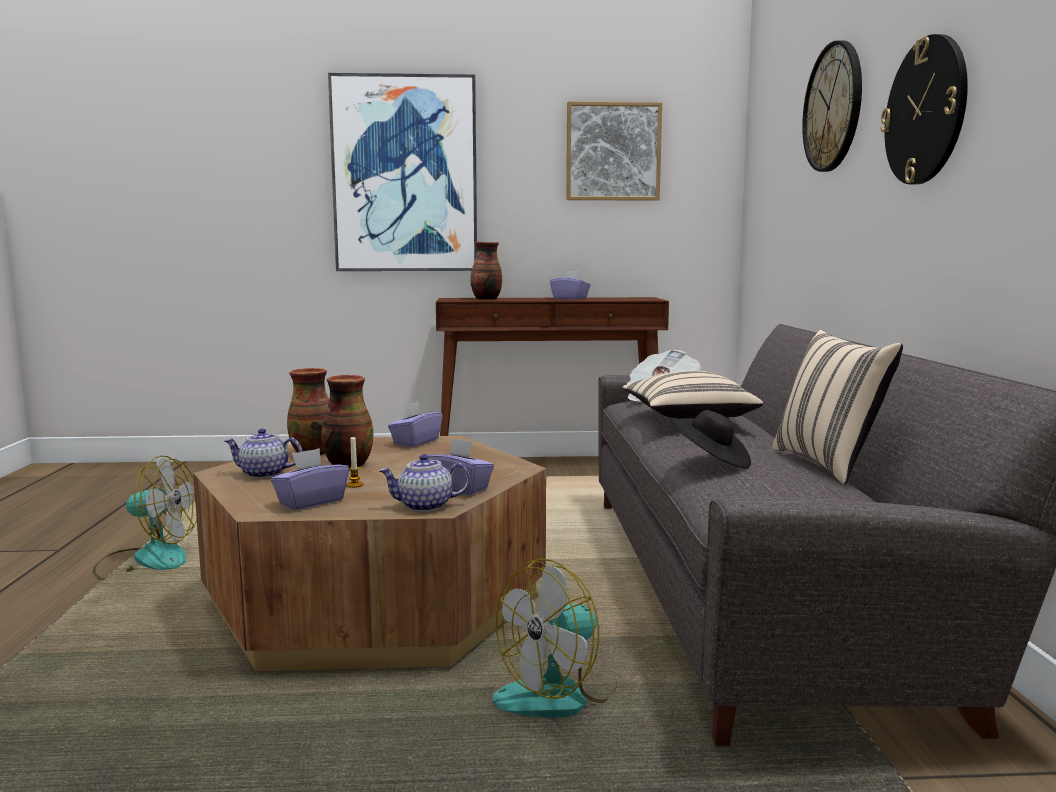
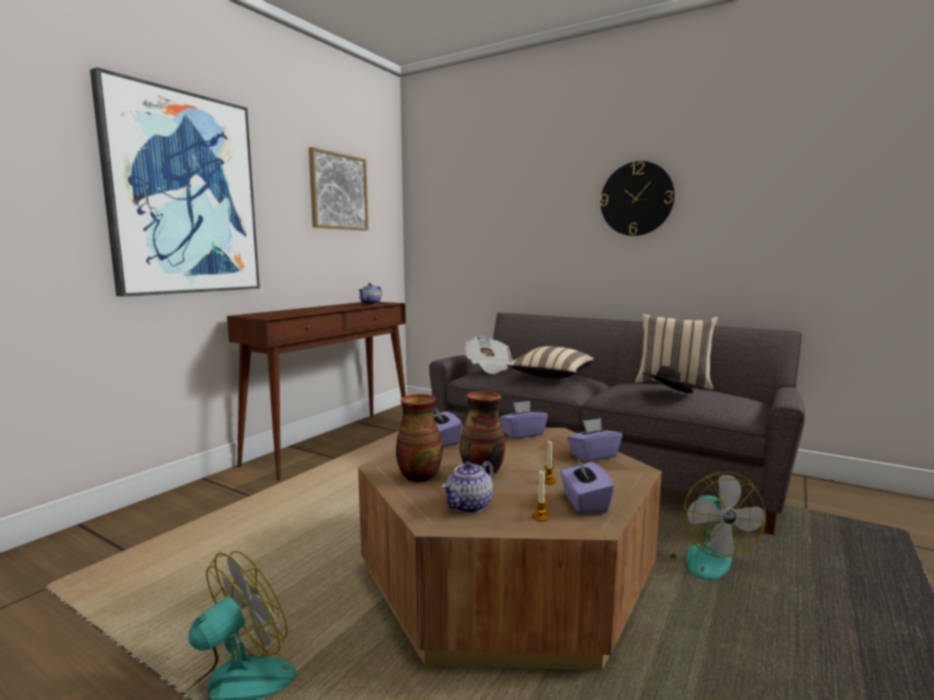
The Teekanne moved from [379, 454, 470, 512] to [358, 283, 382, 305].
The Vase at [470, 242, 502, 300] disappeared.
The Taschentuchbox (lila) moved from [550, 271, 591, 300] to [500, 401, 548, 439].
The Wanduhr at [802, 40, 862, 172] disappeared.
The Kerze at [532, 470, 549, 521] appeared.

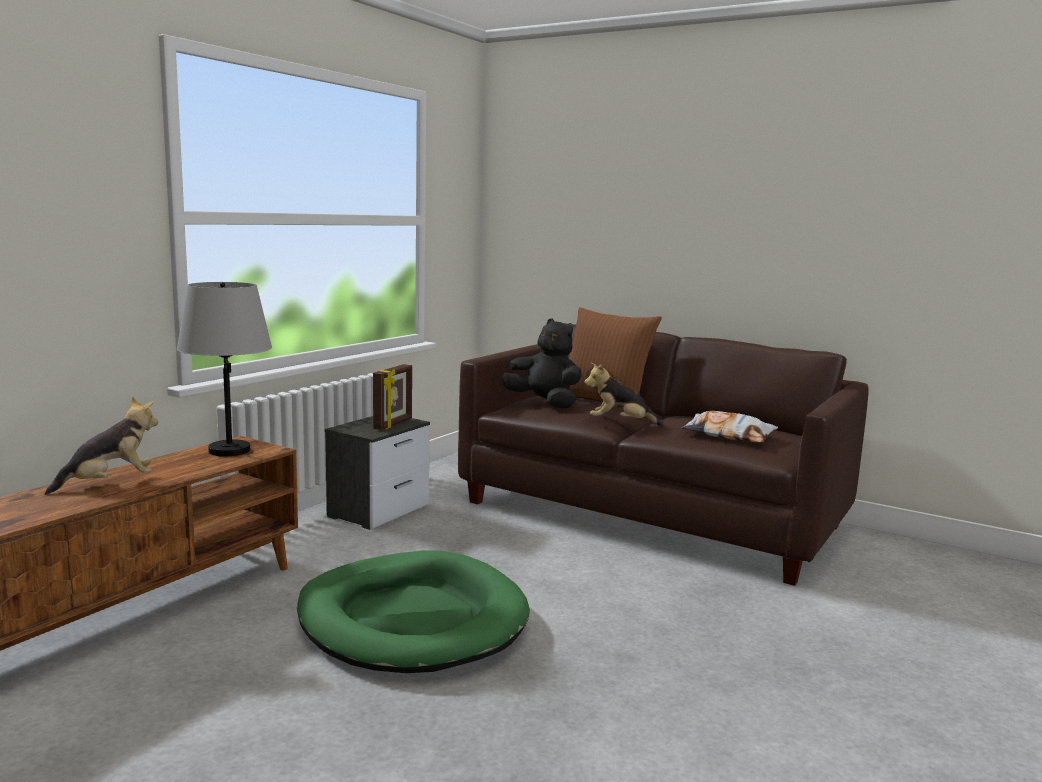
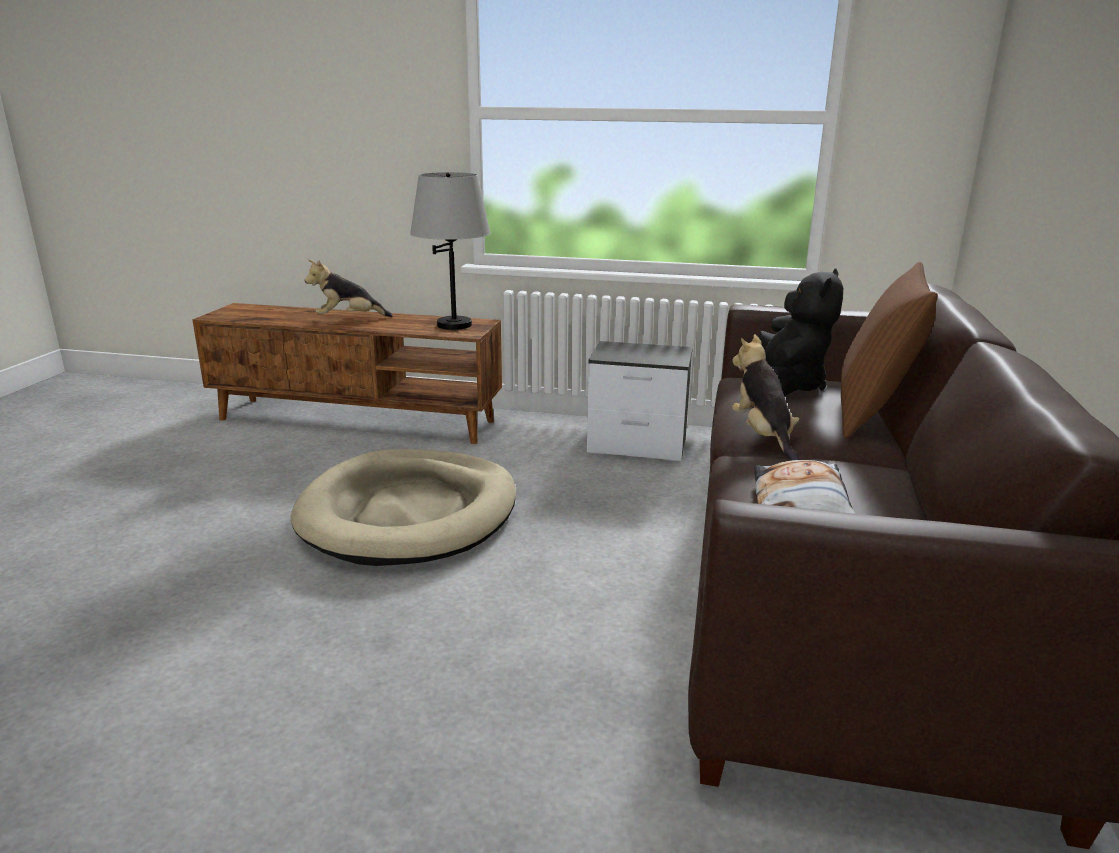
The Plüschtier at [45, 397, 158, 495] turned 135 degrees clockwise.
The Hundebett (grün) at [297, 550, 530, 673] became the Hundebett (beige) at [291, 449, 516, 566].
The Bilderrahmen at [373, 364, 412, 430] disappeared.

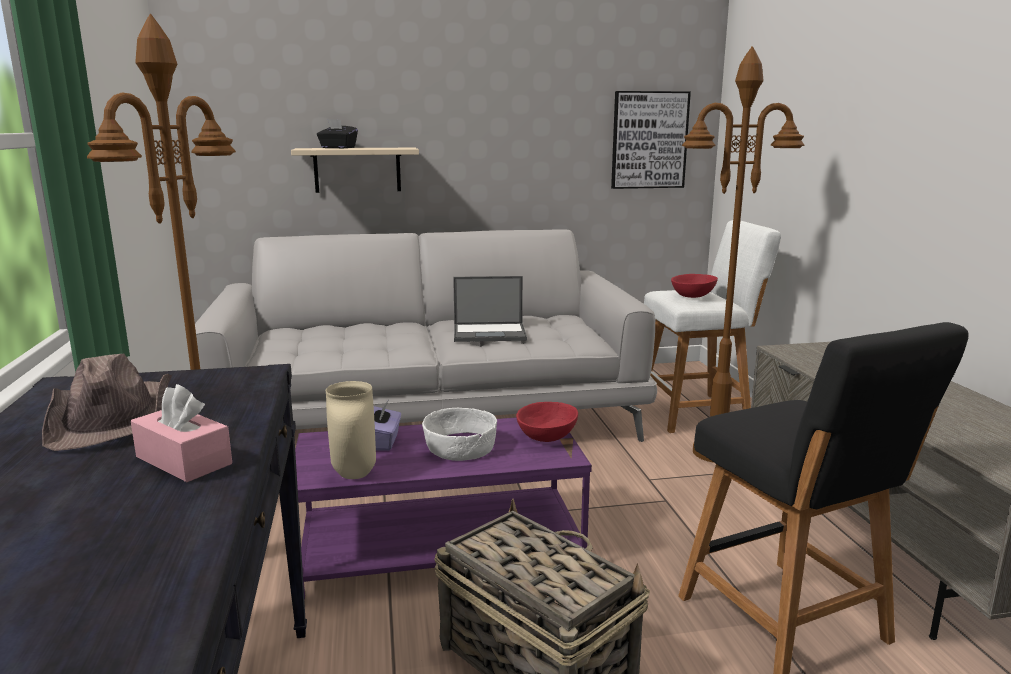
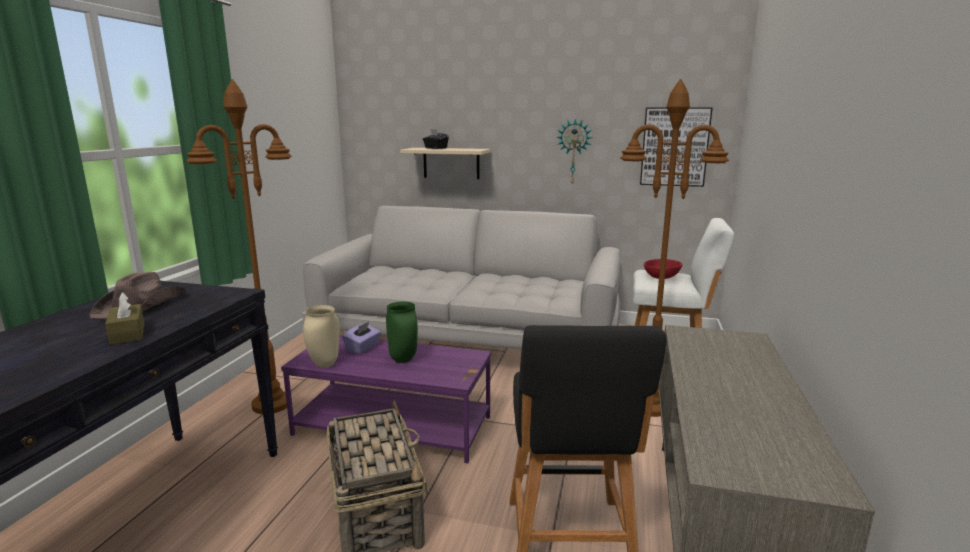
The Taschentuchbox (rosa) at [131, 384, 232, 482] became the Taschentuchbox (braun) at [105, 292, 144, 345].
The Schüssel (weiß) at [422, 408, 497, 461] was replaced by the Vase (grün) at [386, 302, 418, 363].
The Laptop at [453, 276, 527, 342] disappeared.
The Schüssel (rot) at [516, 402, 578, 442] disappeared.
The Wanduhr at [556, 118, 593, 184] appeared.

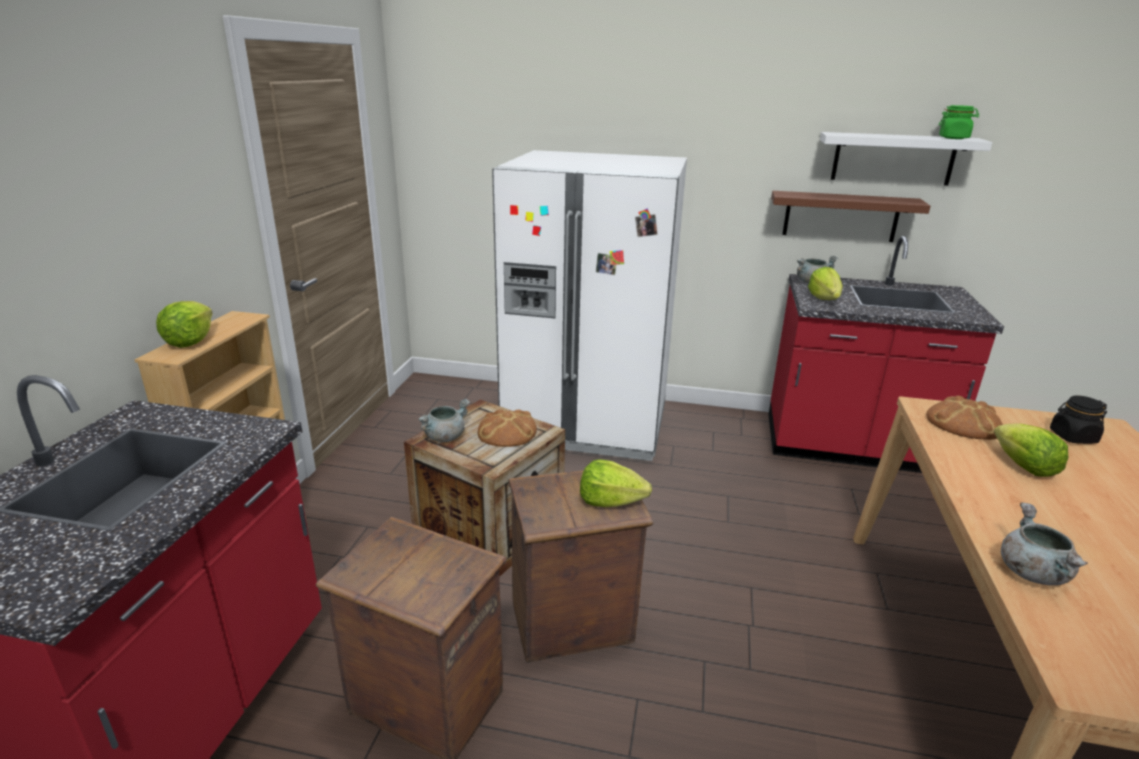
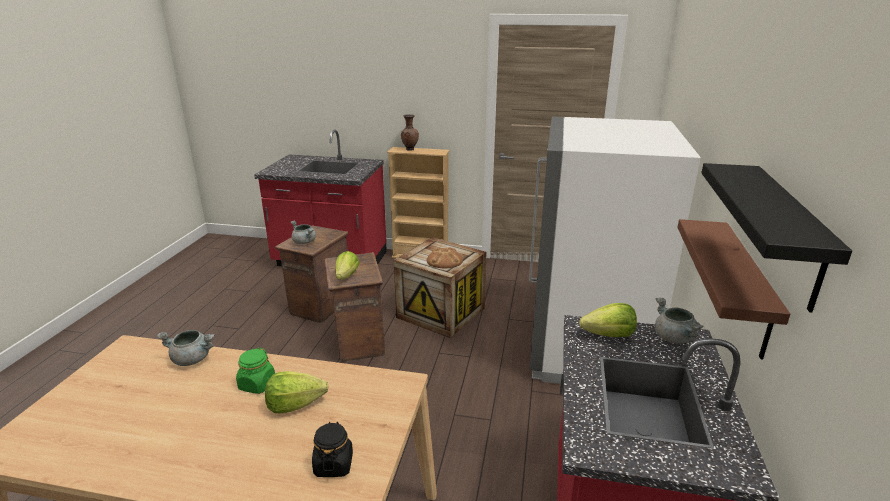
The Salatkopf at [156, 301, 213, 348] was replaced by the Vase (braun) at [401, 114, 419, 150].
The Kochtopf (grau) moved from [418, 399, 470, 442] to [291, 221, 316, 244].
The Wandregal (weiß) at [820, 132, 993, 186] became the Wandregal (schwarz) at [701, 163, 852, 312].
The Brot at [926, 395, 1003, 440] disappeared.
The Vorratsglas (grün) moved from [938, 105, 979, 139] to [236, 348, 275, 394].

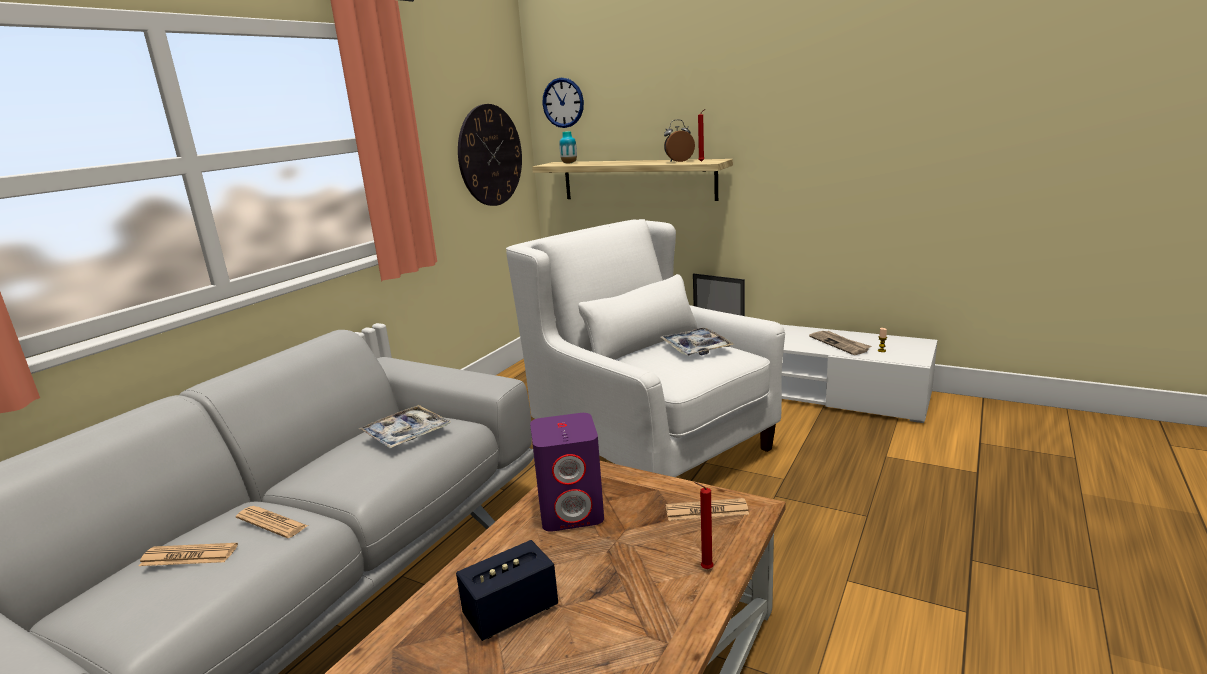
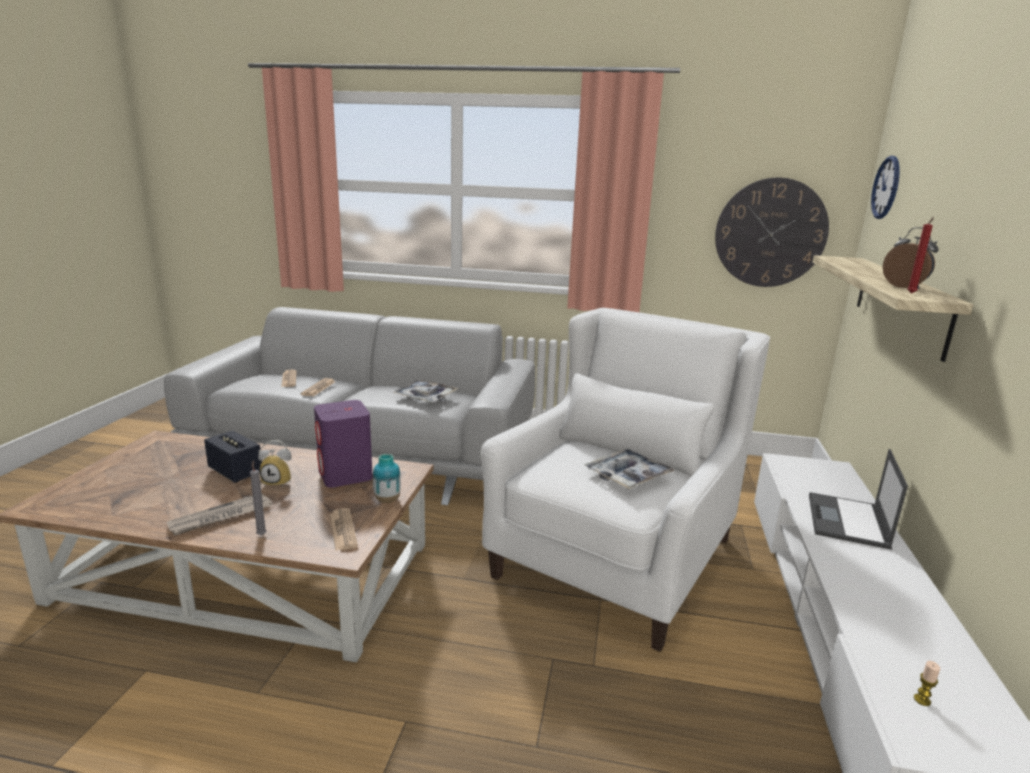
The Vase moved from [559, 131, 577, 164] to [373, 454, 401, 503].
The Kerze (rot) at [694, 482, 714, 569] became the Kerze (grau) at [250, 461, 266, 535].
The Zeitung moved from [809, 331, 871, 355] to [167, 493, 272, 536].
The Wecker at [258, 440, 291, 487] appeared.

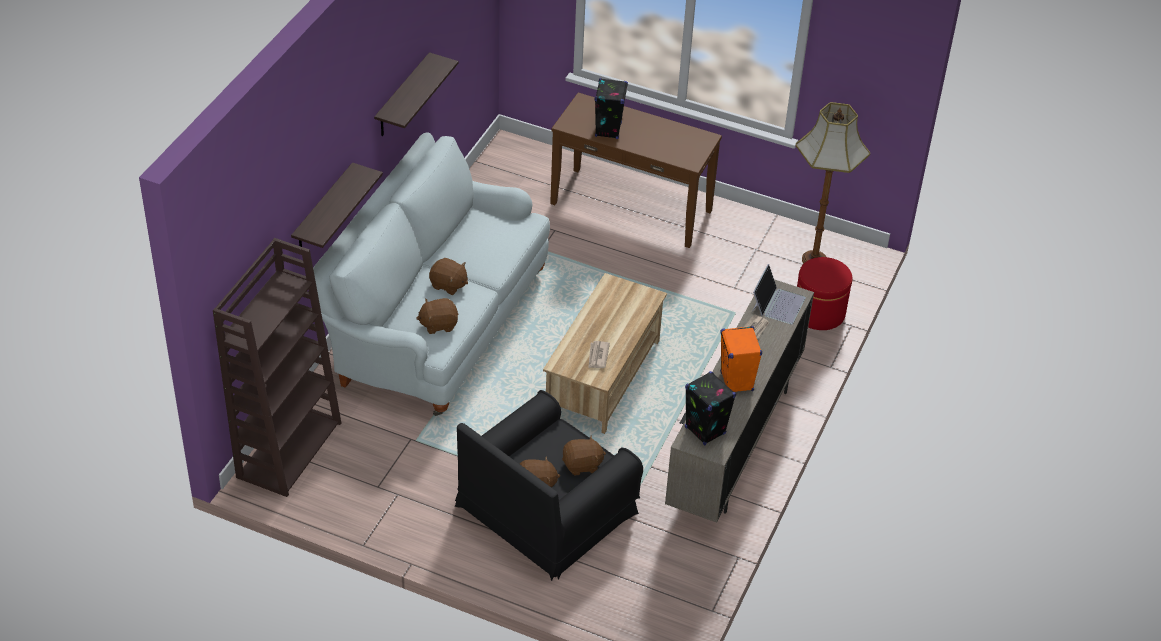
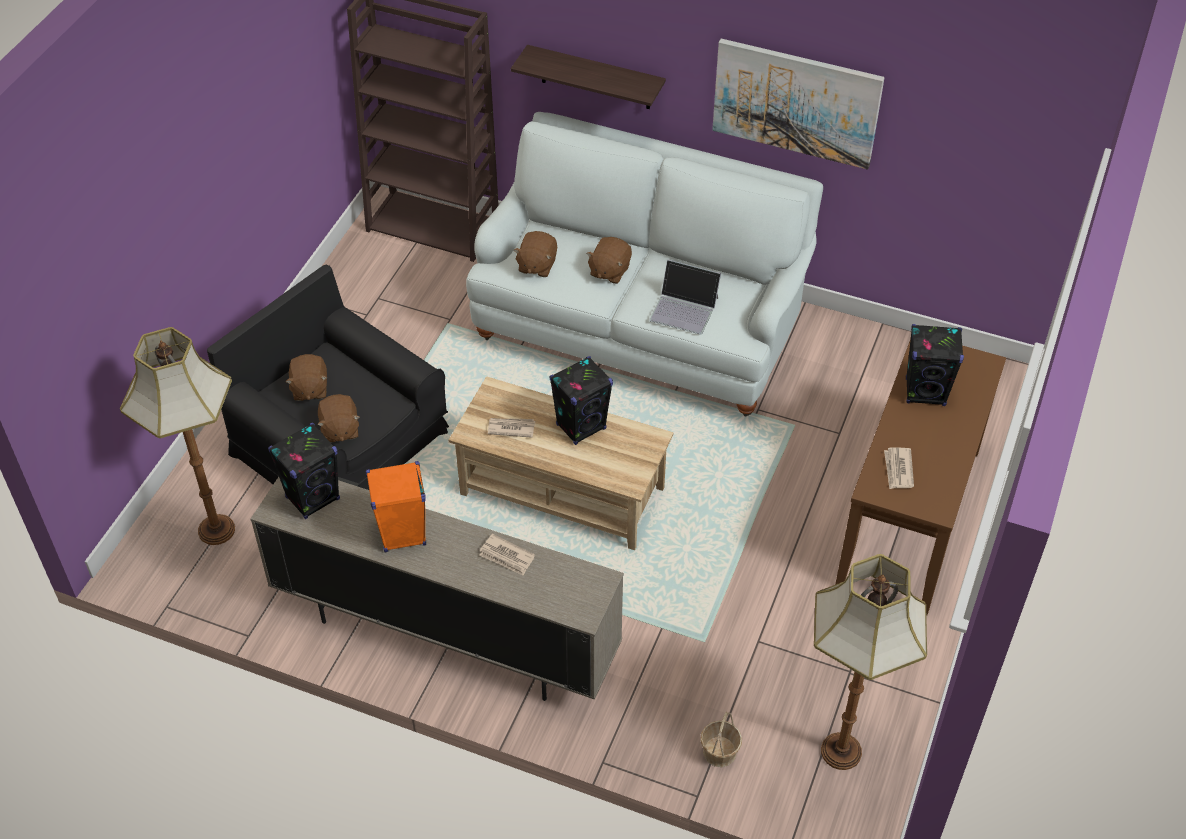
The Wandregal at [374, 52, 458, 136] was replaced by the Bild at [712, 39, 885, 170].
The Plüschtier (braun) at [416, 298, 459, 334] turned 150 degrees counterclockwise.
The Laptop moved from [752, 264, 806, 325] to [649, 260, 721, 335].
The Polsterhocker (rot) at [797, 257, 852, 330] was replaced by the Korb at [700, 712, 742, 767].
The Stehlampe at [120, 327, 235, 545] appeared.
The Lautsprecher (schwarz) at [550, 356, 613, 445] appeared.
The Zeitung at [884, 448, 914, 489] appeared.

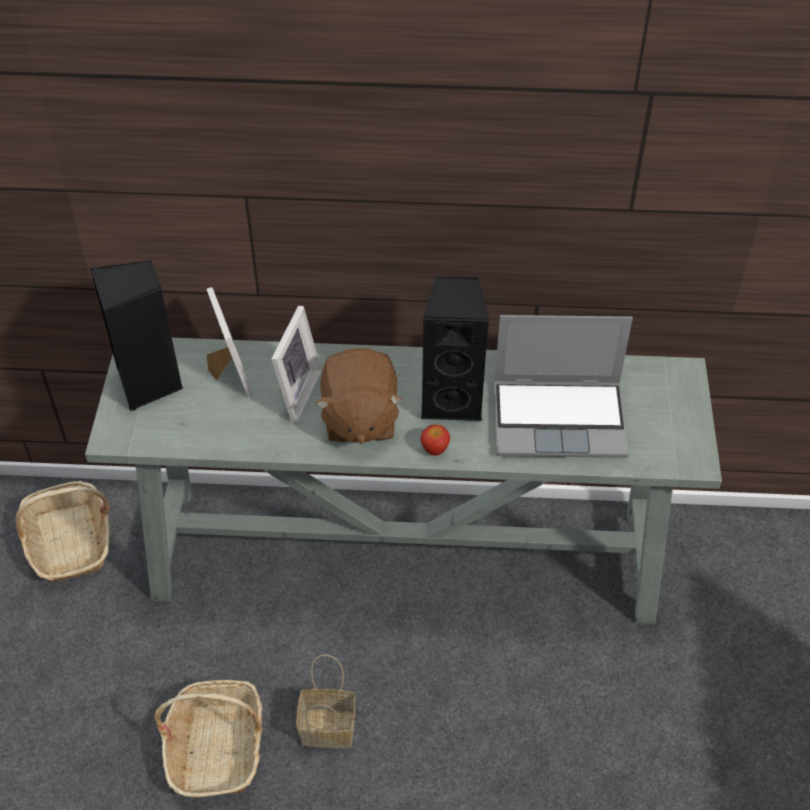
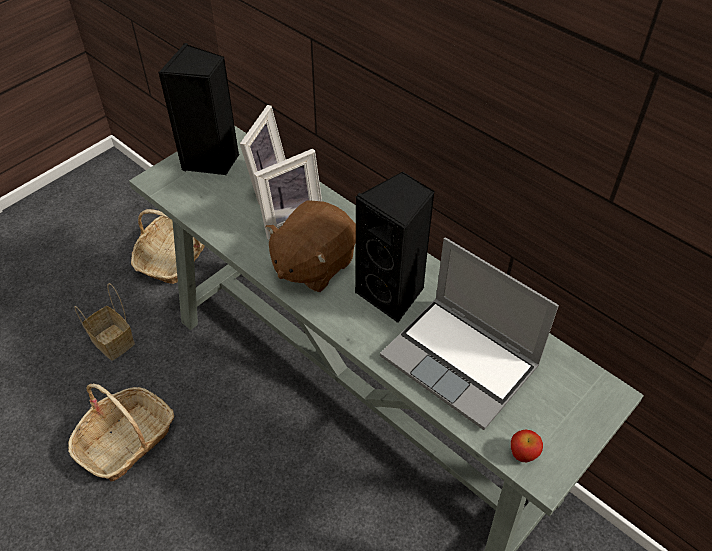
The Korb moved from [297, 654, 355, 748] to [74, 283, 135, 361].
The Apfel moved from [420, 425, 450, 456] to [511, 429, 543, 462].

